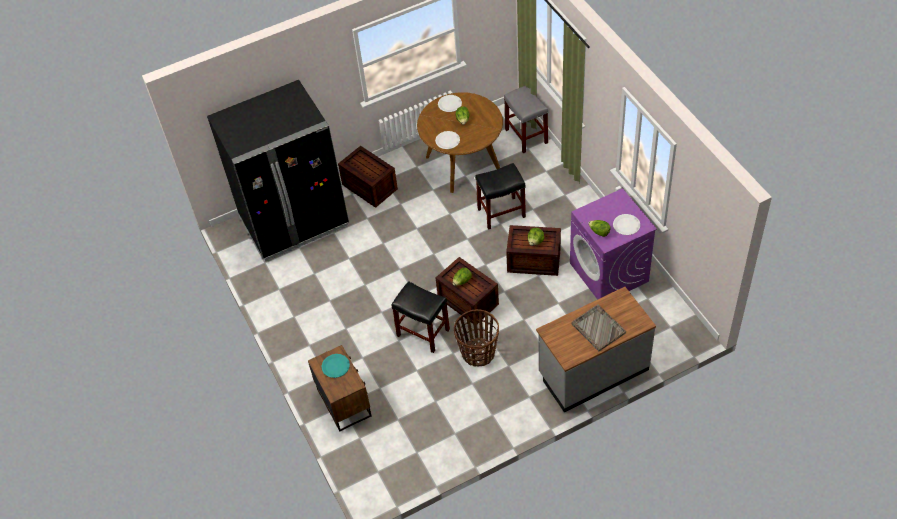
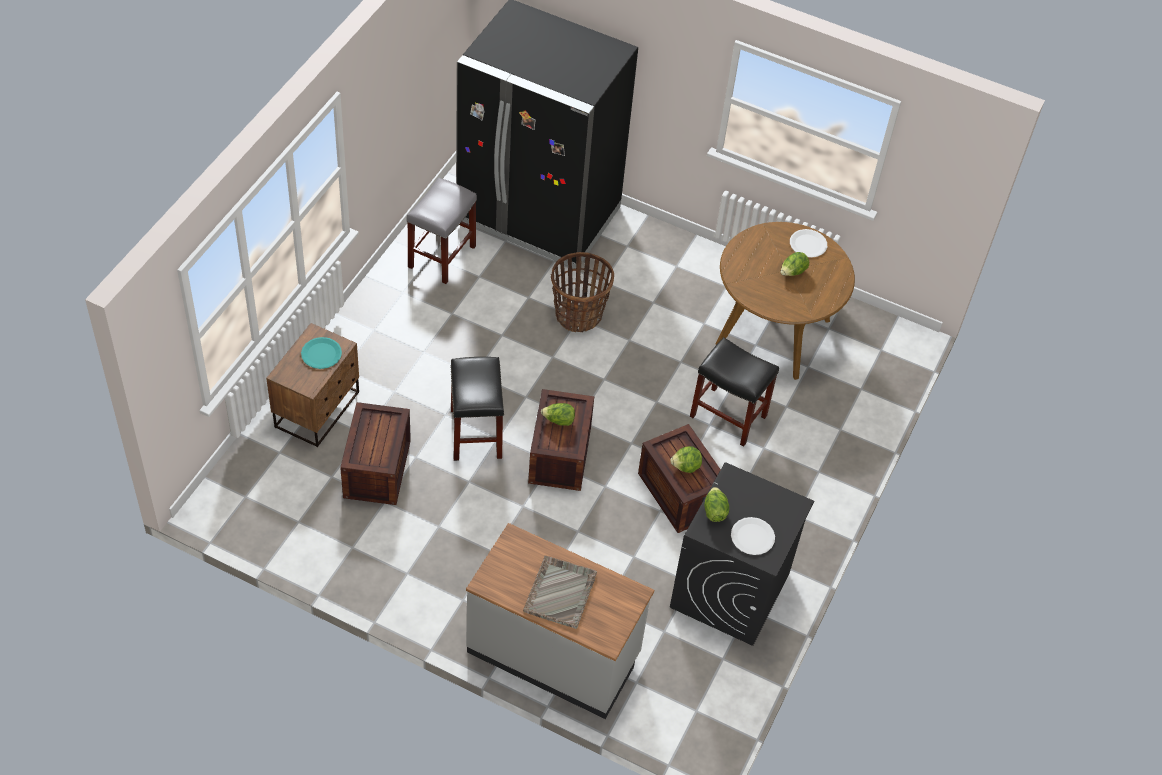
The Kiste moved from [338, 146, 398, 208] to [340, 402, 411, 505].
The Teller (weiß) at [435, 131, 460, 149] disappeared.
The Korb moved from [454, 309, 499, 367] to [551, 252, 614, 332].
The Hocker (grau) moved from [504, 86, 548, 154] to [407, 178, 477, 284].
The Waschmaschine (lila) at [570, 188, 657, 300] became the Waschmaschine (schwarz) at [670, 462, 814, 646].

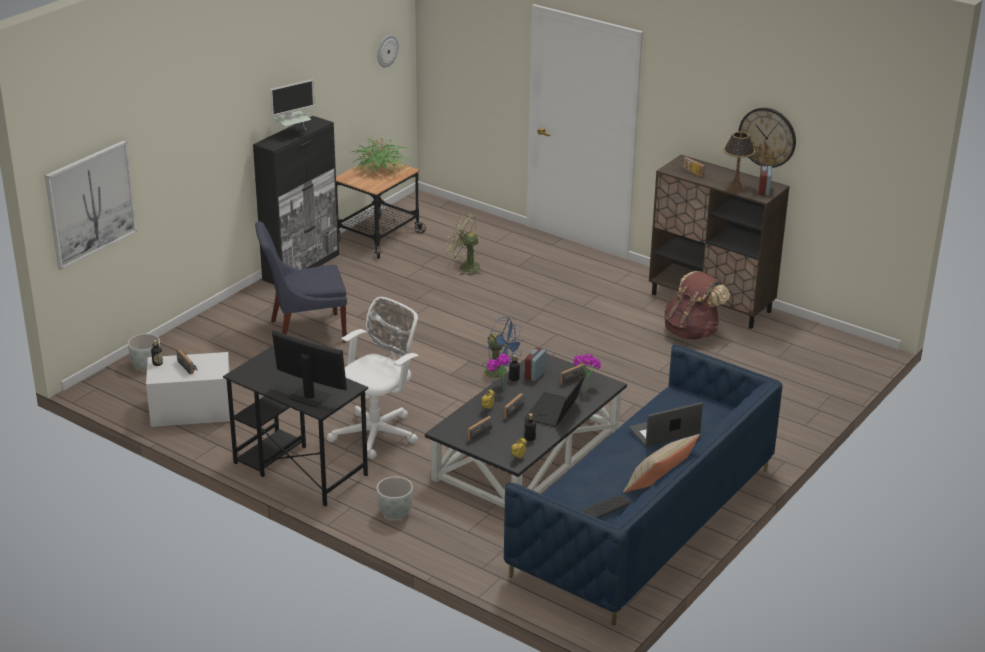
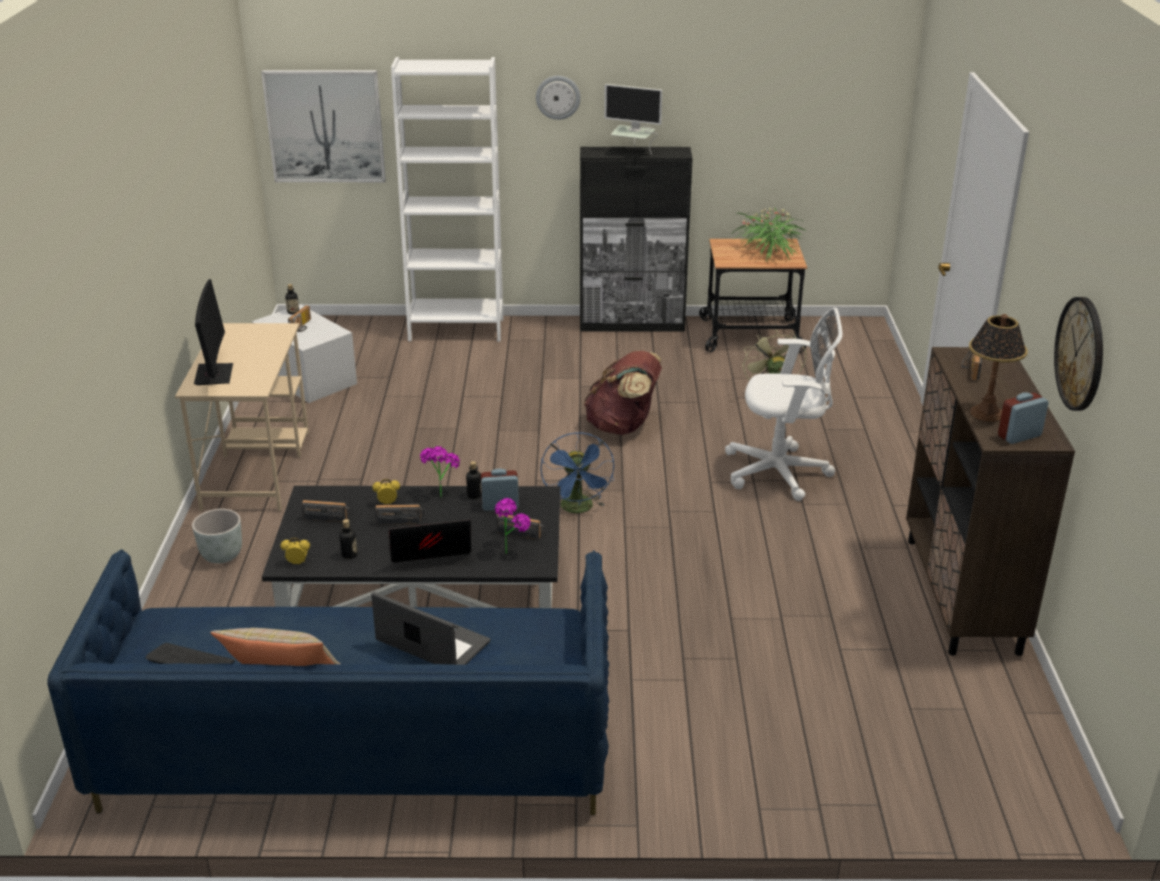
The Pflanzkübel (grau) at [128, 334, 160, 370] disappeared.
The Schreibtisch (schwarz) at [223, 347, 368, 507] became the Schreibtisch (beige) at [175, 323, 309, 511].
The Stuhl (blau) at [255, 221, 347, 343] disappeared.
The Bürostuhl (weiß) moved from [326, 297, 419, 459] to [725, 308, 842, 501].
The Wanduhr moved from [377, 35, 399, 68] to [536, 76, 581, 120].
The Rucksack (braun) moved from [665, 271, 730, 340] to [584, 351, 662, 435].
The Bücherregal (weiß) at [391, 57, 503, 342] appeared.

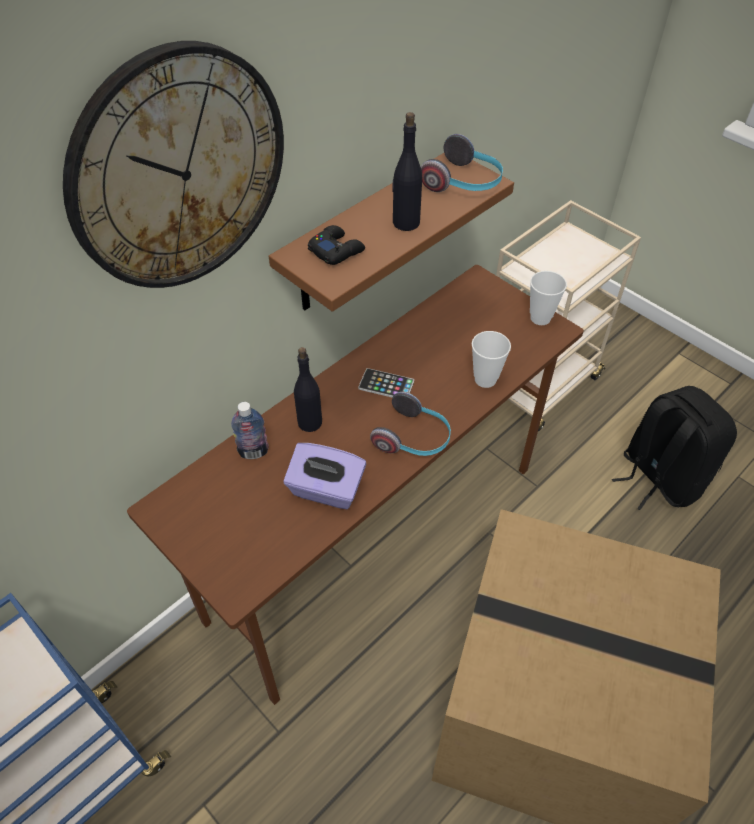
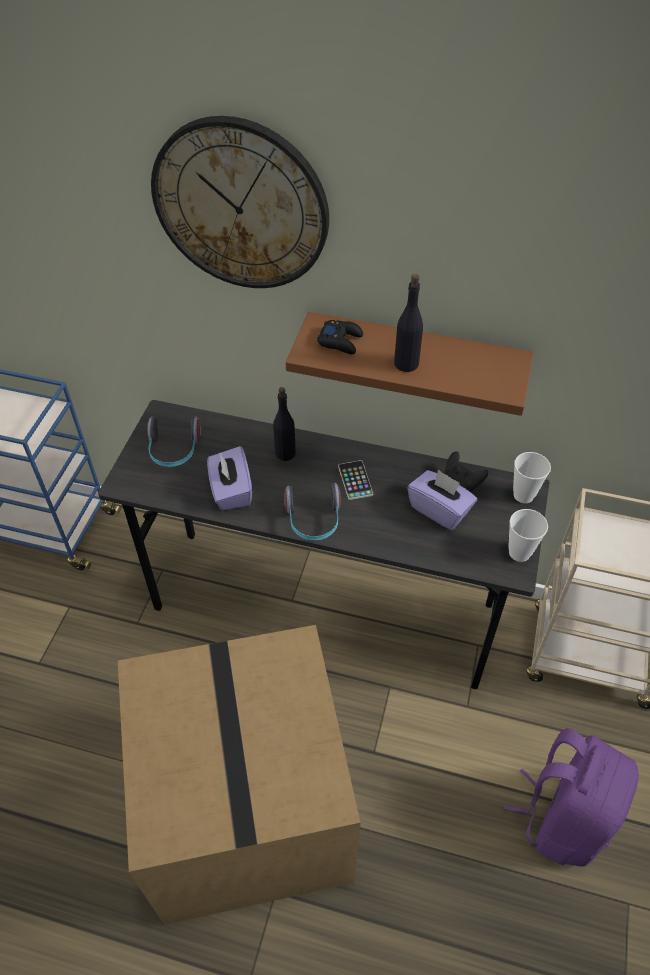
The Schreibtisch (braun) at [127, 265, 584, 705] became the Schreibtisch (grau) at [98, 400, 550, 689].
The Flasche at [231, 402, 269, 459] disappeared.
The Kopfhörer moved from [421, 134, 503, 192] to [147, 417, 201, 467].
The Tasse moved from [472, 331, 511, 388] to [513, 452, 551, 503].
The Rucksack (schwarz) at [612, 386, 737, 510] became the Rucksack (lila) at [504, 728, 639, 866].
The Taschentuchbox (lila) at [408, 469, 477, 530] appeared.
The Gamepad (schwarz) at [444, 452, 488, 491] appeared.

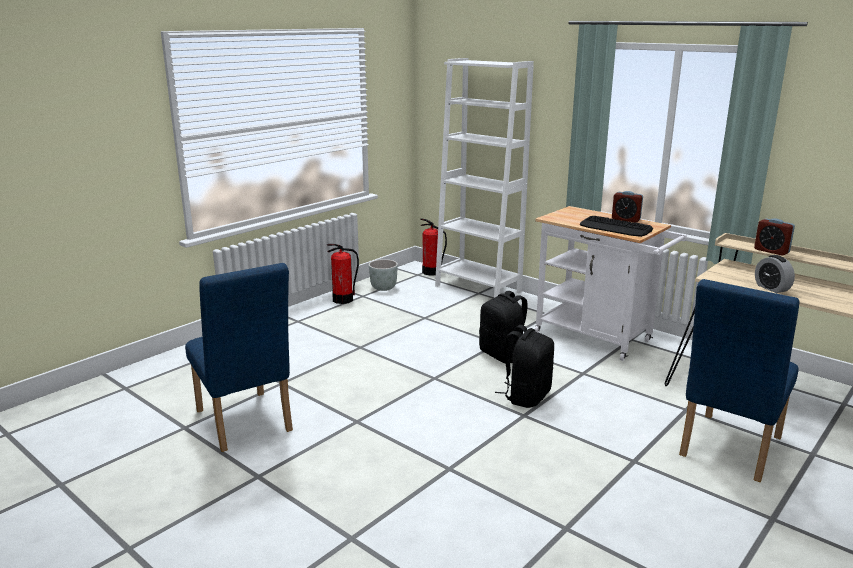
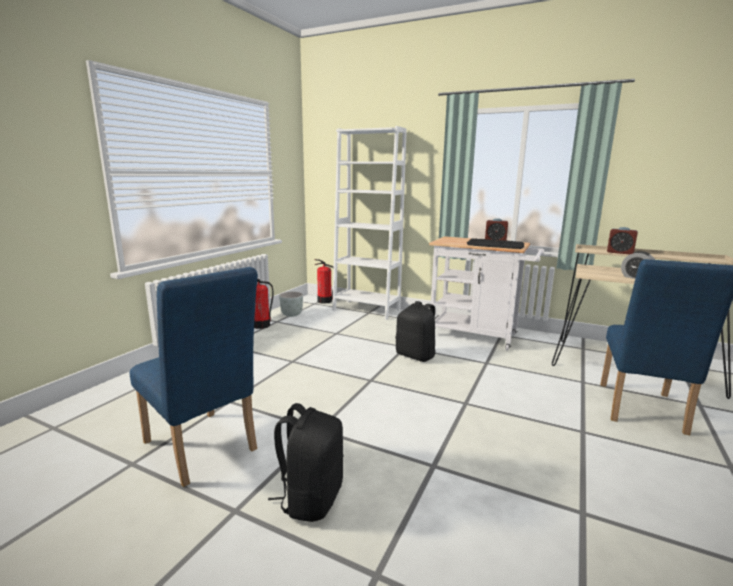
The Rucksack (schwarz) moved from [495, 325, 554, 408] to [268, 403, 344, 522].

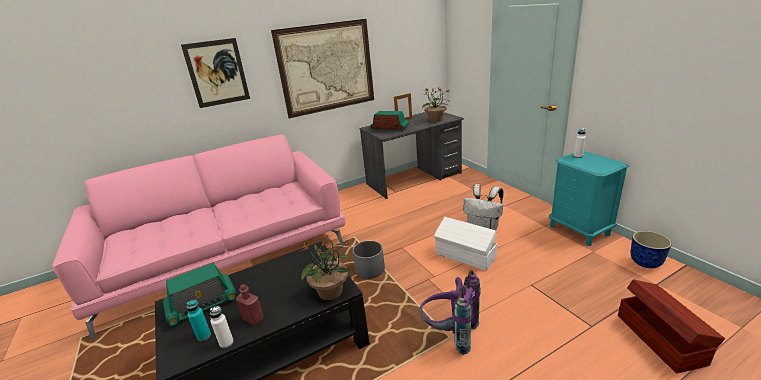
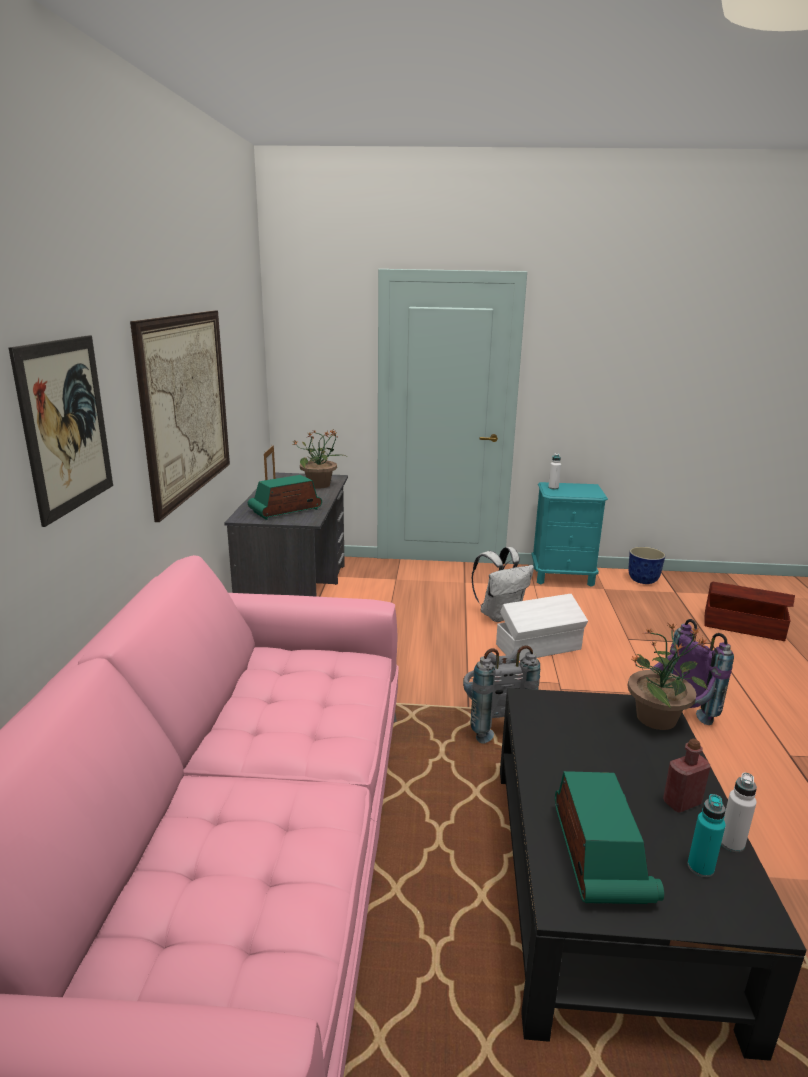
The Pflanzkübel (grau) at [353, 241, 385, 279] was replaced by the Rucksack (grau) at [463, 645, 540, 744].

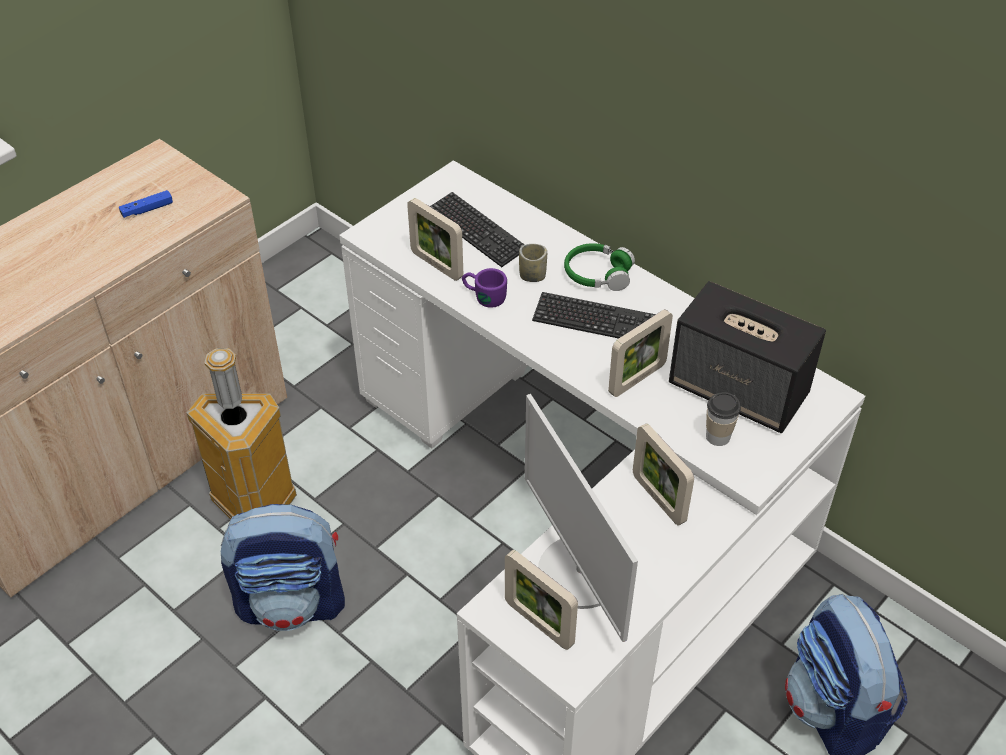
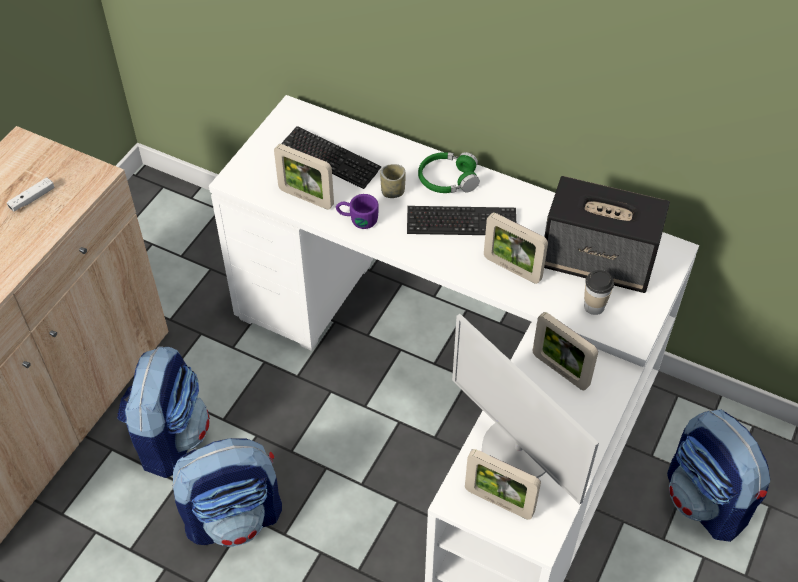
The Gamepad (blau) at [119, 190, 173, 218] became the Gamepad (weiß) at [7, 177, 54, 212].
The Mülleimer at [187, 348, 297, 520] was replaced by the Rucksack at [117, 346, 210, 478].
The Bilderrahmen at [608, 309, 673, 397] turned 90 degrees clockwise.

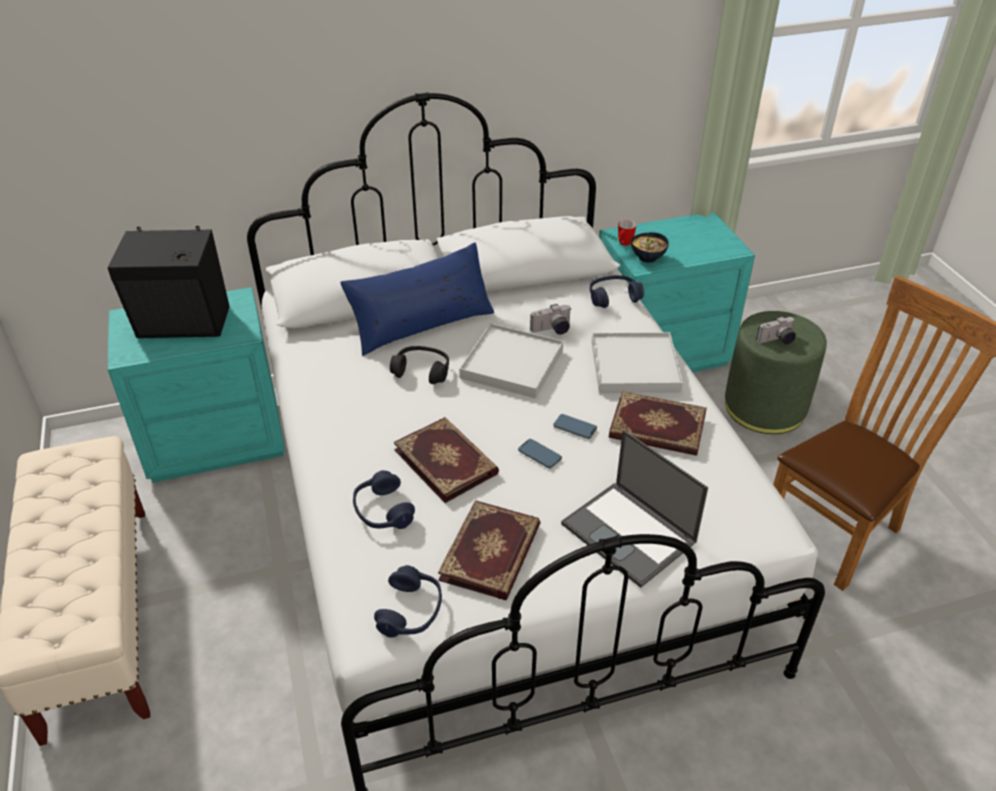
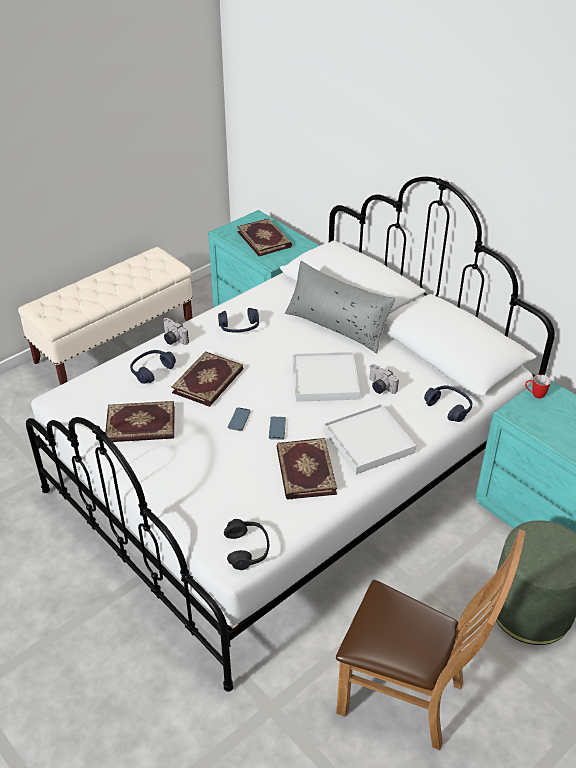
The Lautsprecher (schwarz) at [107, 226, 230, 338] was replaced by the Buch at [237, 218, 292, 256].
The Kissen (blau) at [340, 242, 494, 356] became the Kissen (grau) at [285, 261, 395, 353].
The Kopfhörer (blau) moved from [374, 565, 442, 637] to [218, 308, 259, 333].
The Kopfhörer (schwarz) moved from [390, 346, 449, 384] to [224, 519, 269, 570].
The Laptop at [561, 430, 708, 588] disappeared.
The Schüssel at [631, 232, 669, 263] disappeared.
The Kamera moved from [756, 316, 796, 344] to [163, 318, 189, 345].

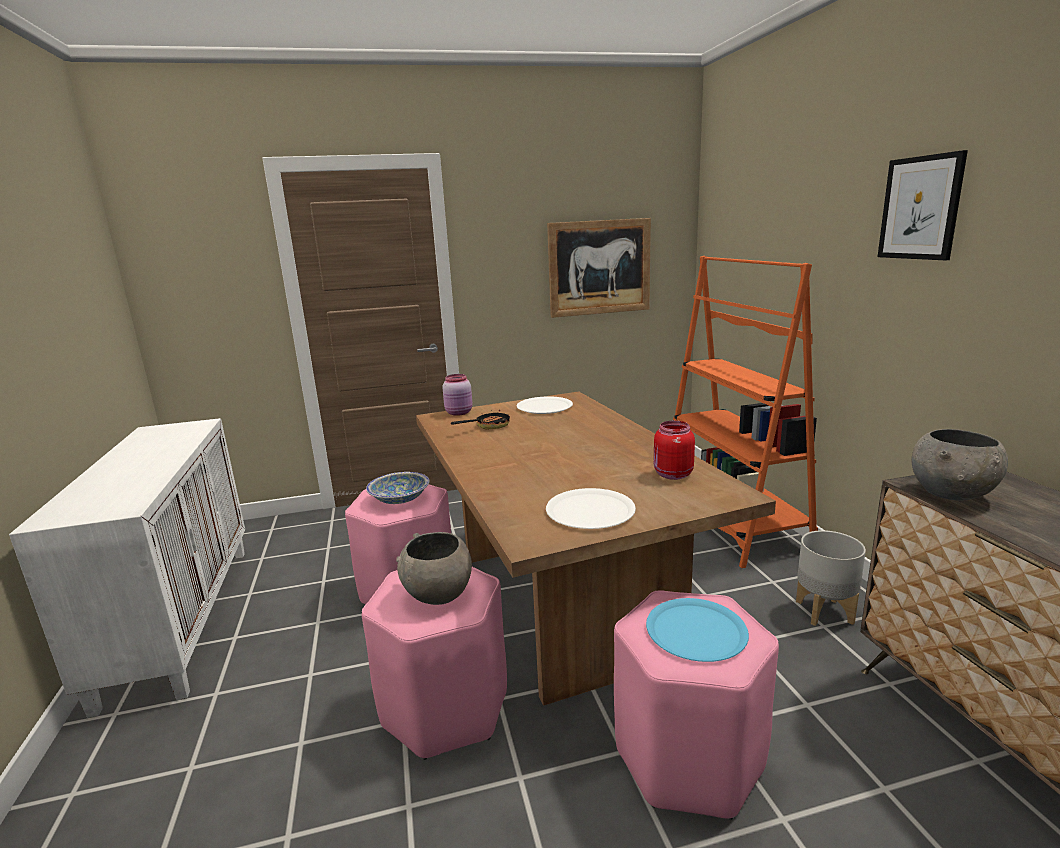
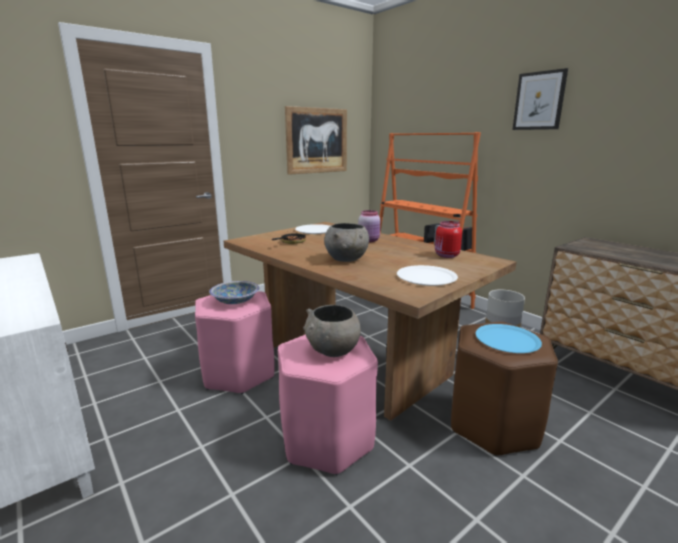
The Vorratsglas (rosa) moved from [442, 374, 473, 416] to [358, 210, 380, 242].
The Hocker (rosa) at [614, 590, 779, 820] became the Hocker (braun) at [451, 322, 558, 456].
The Schüssel (grau) moved from [911, 429, 1008, 501] to [324, 223, 369, 262].

